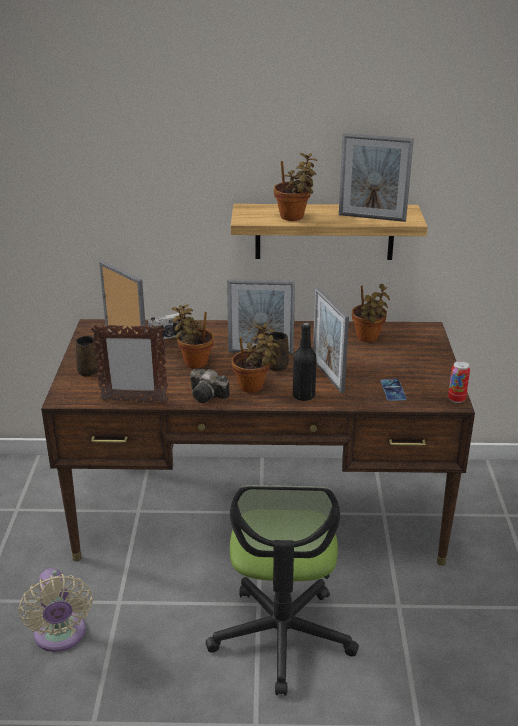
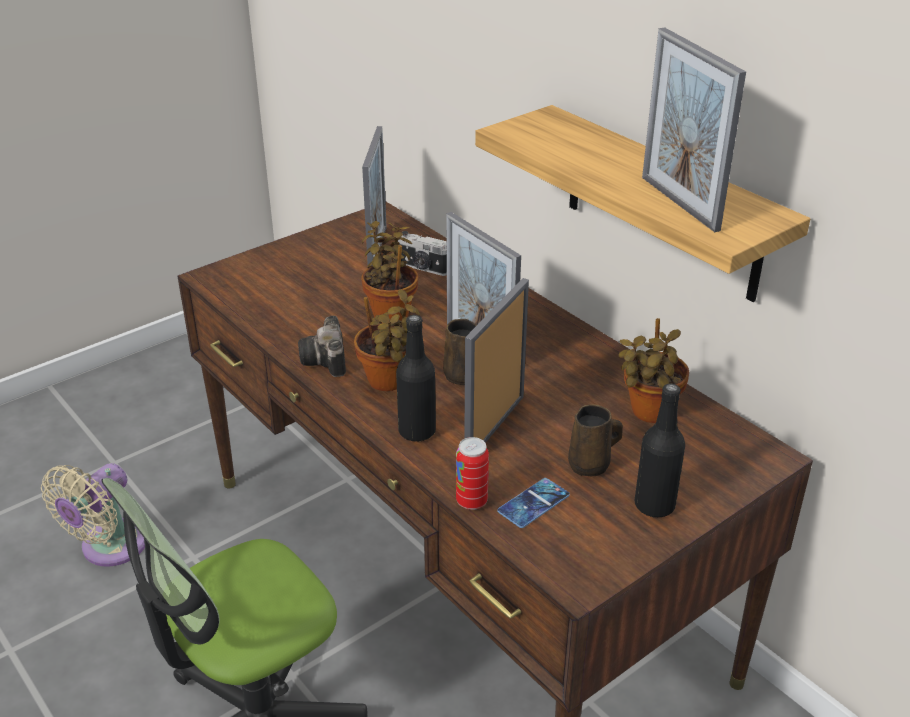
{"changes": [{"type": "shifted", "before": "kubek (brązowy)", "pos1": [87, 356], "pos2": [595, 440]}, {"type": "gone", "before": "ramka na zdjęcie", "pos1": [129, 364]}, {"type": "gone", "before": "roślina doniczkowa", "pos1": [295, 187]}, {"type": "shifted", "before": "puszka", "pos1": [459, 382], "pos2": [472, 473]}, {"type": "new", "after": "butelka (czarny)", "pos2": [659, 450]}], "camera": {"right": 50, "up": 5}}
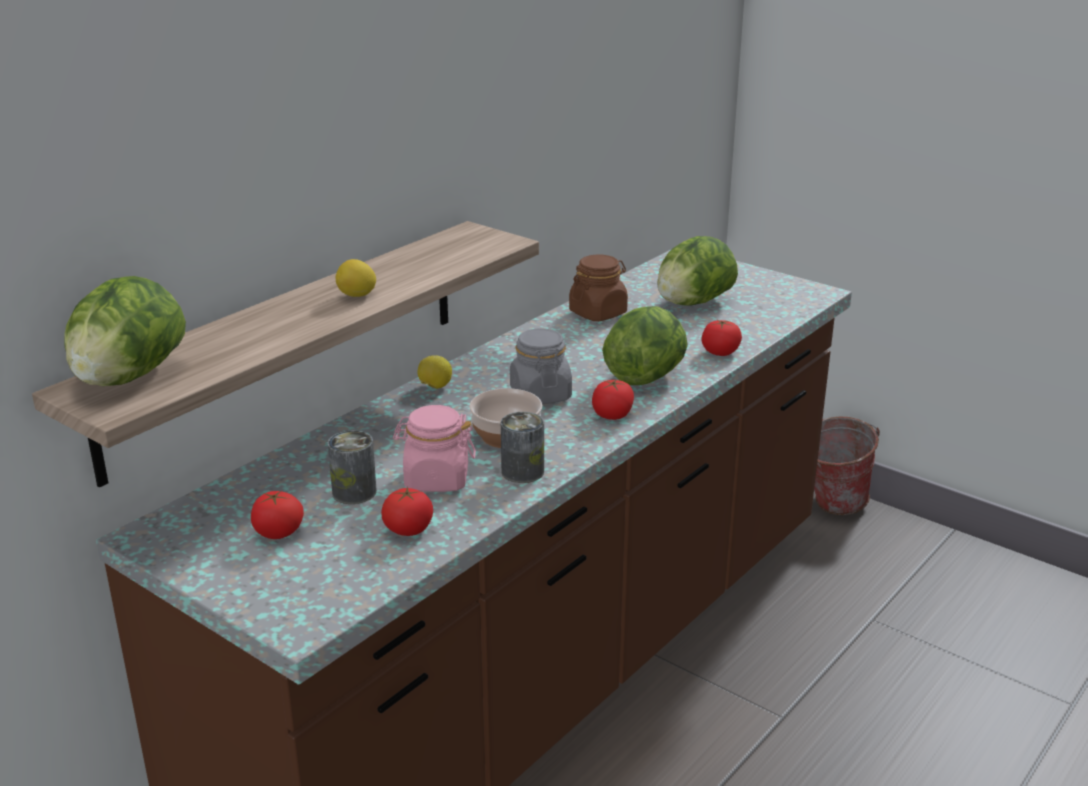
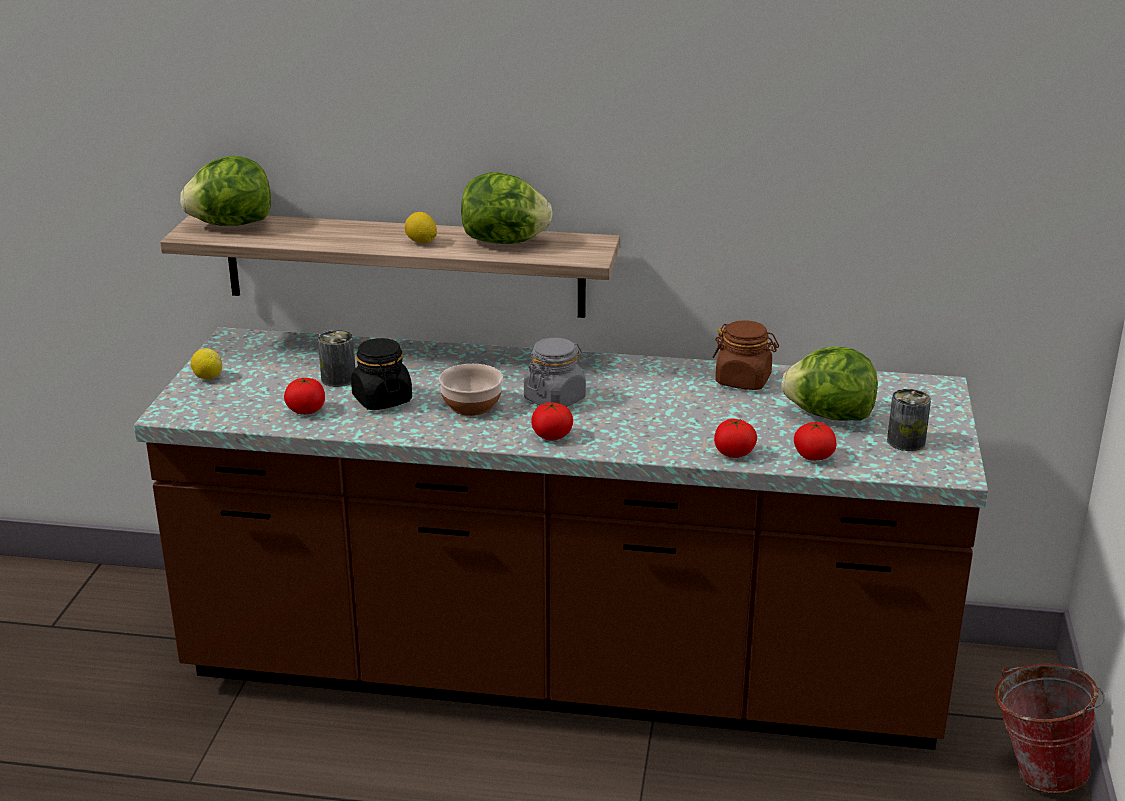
{"changes": [{"type": "shifted", "before": "pomidor", "pos1": [277, 514], "pos2": [815, 440]}, {"type": "repainted", "before": "słoik (różowy)", "after": "słoik (czarny)", "pos1": [434, 448], "pos2": [381, 374]}, {"type": "shifted", "before": "cytryna", "pos1": [435, 372], "pos2": [206, 364]}, {"type": "shifted", "before": "puszka", "pos1": [522, 447], "pos2": [909, 420]}, {"type": "shifted", "before": "sałata", "pos1": [644, 345], "pos2": [507, 208]}], "camera": {"right": 60, "up": 0}}
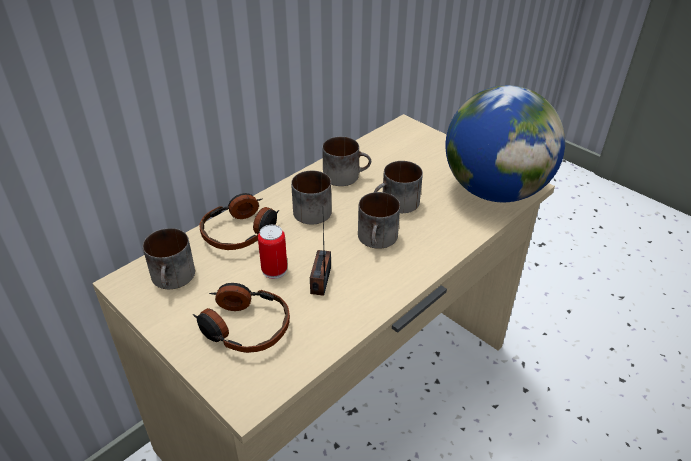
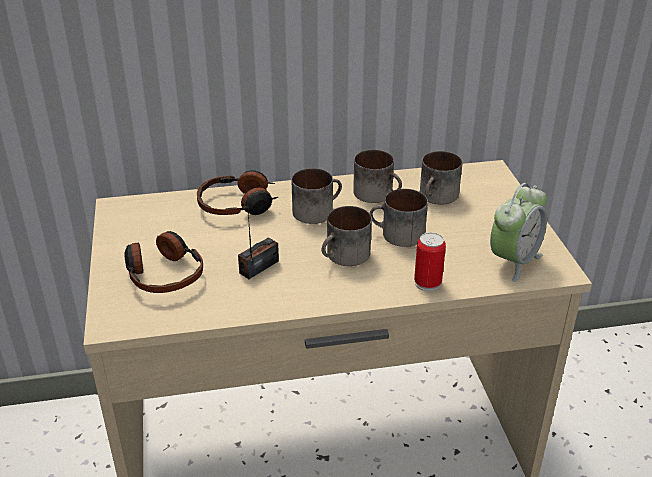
{"changes": [{"type": "shifted", "before": "kubek", "pos1": [169, 258], "pos2": [441, 178]}, {"type": "shifted", "before": "puszka", "pos1": [272, 252], "pos2": [430, 261]}, {"type": "swapped", "before": "globus", "after": "budzik", "pos1": [505, 143], "pos2": [518, 232]}], "camera": {"right": 35, "up": -5}}
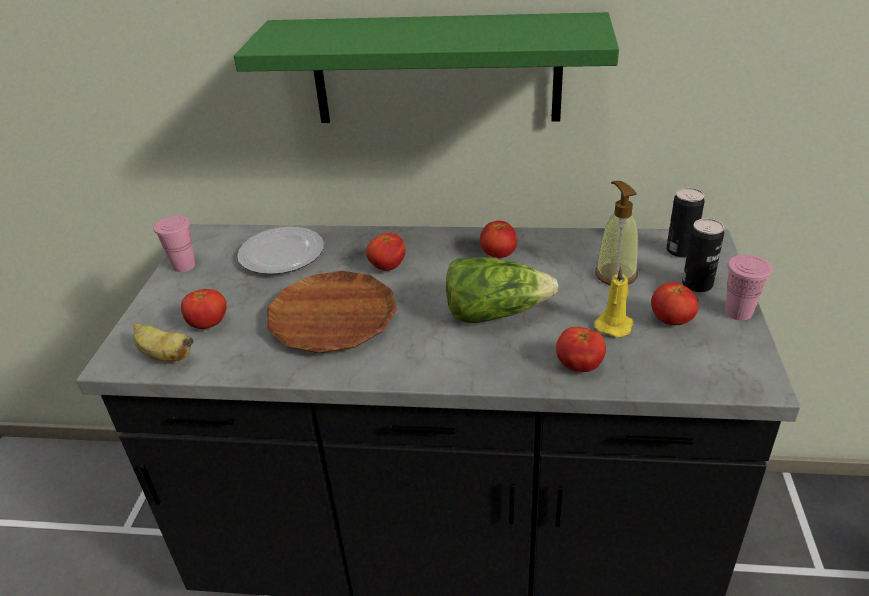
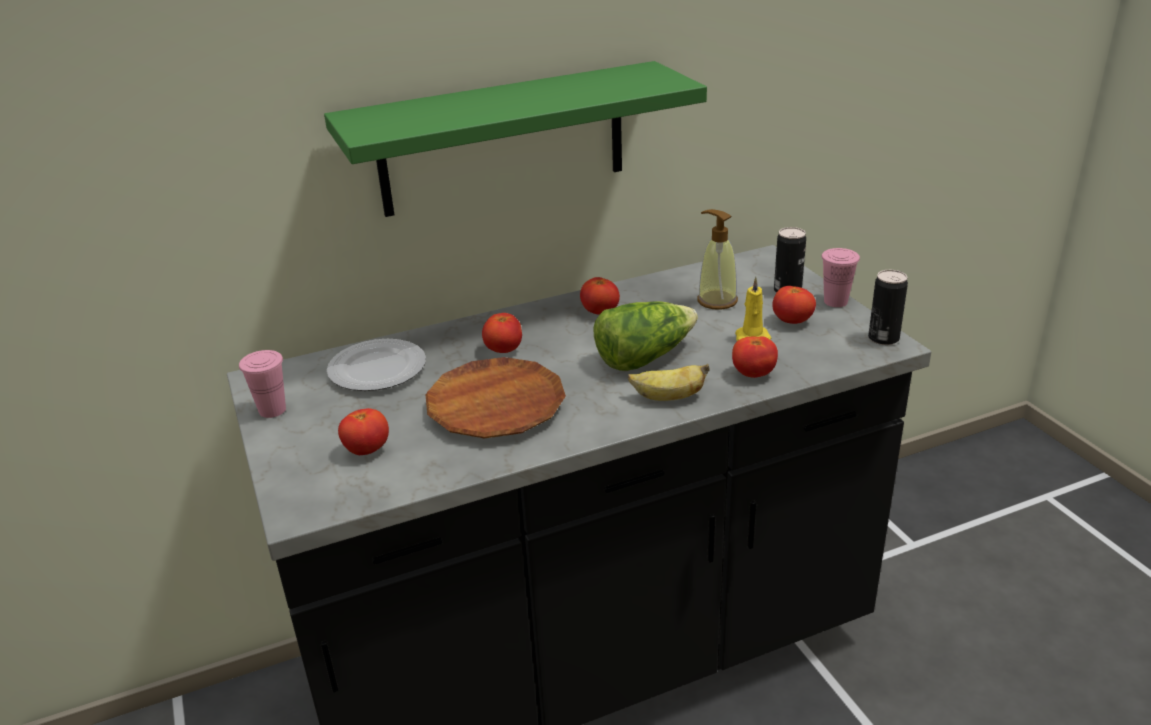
{"changes": [{"type": "shifted", "before": "banan", "pos1": [164, 342], "pos2": [669, 382]}, {"type": "shifted", "before": "puszka", "pos1": [685, 223], "pos2": [888, 307]}], "camera": {"right": -30, "up": -5}}
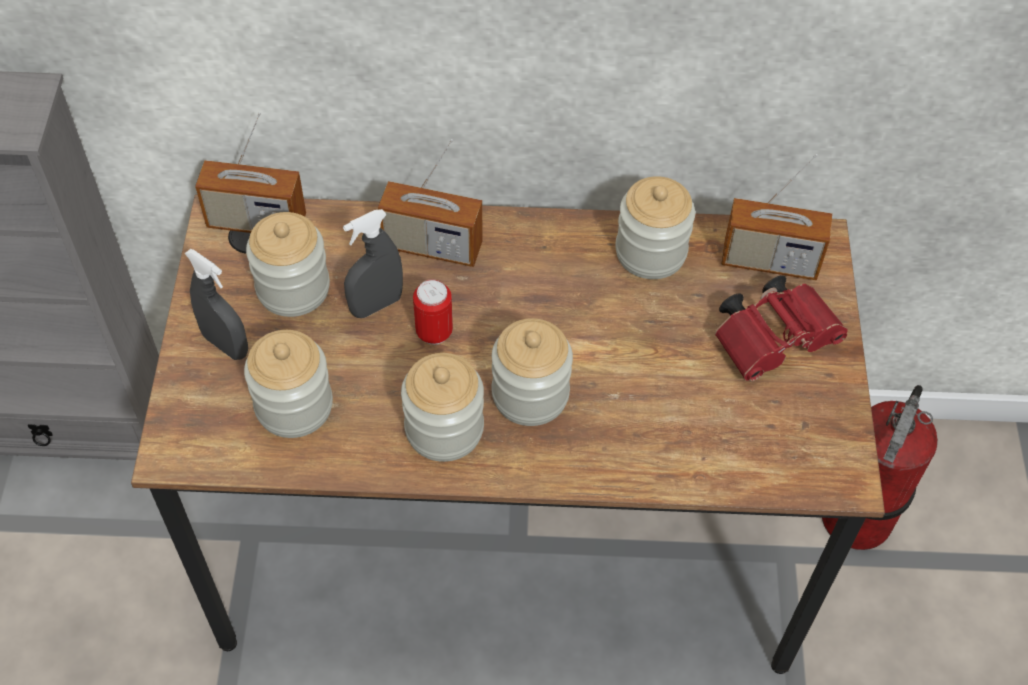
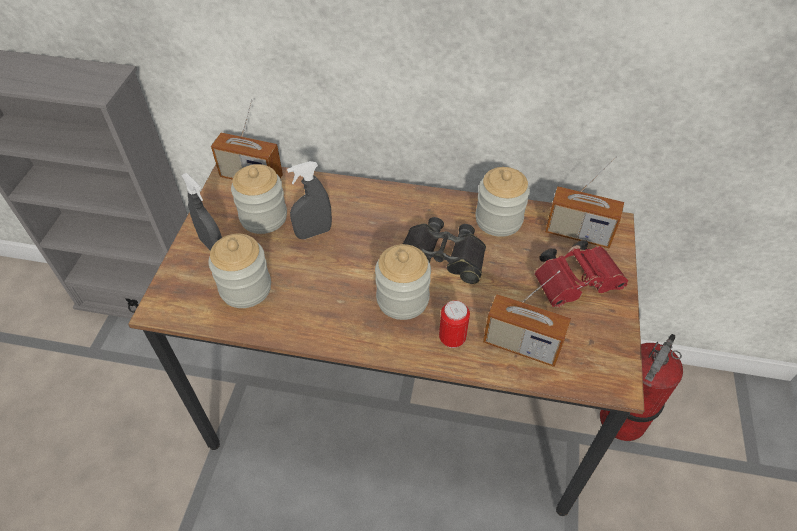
{"changes": [{"type": "shifted", "before": "radio", "pos1": [430, 203], "pos2": [527, 319]}, {"type": "gone", "before": "słoik", "pos1": [442, 407]}, {"type": "shifted", "before": "puszka", "pos1": [433, 312], "pos2": [454, 324]}, {"type": "new", "after": "lornetka (czarny)", "pos2": [444, 250]}], "camera": {"right": 10, "up": -5}}
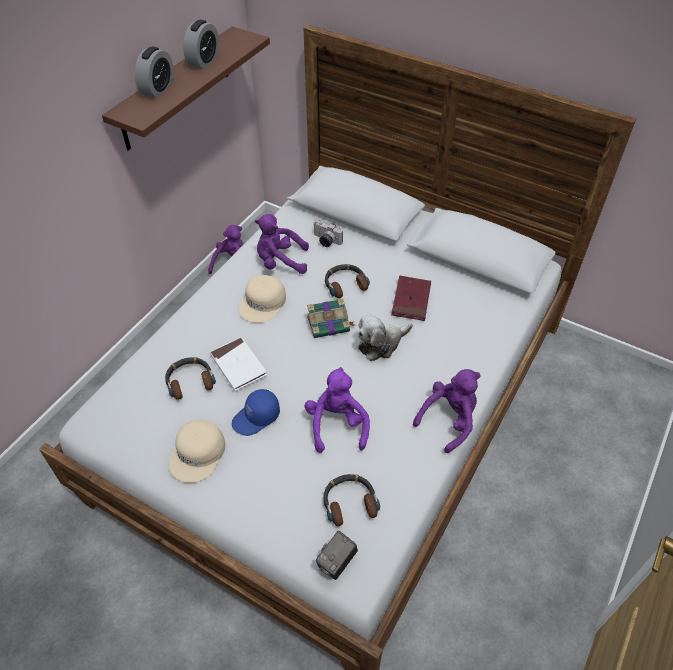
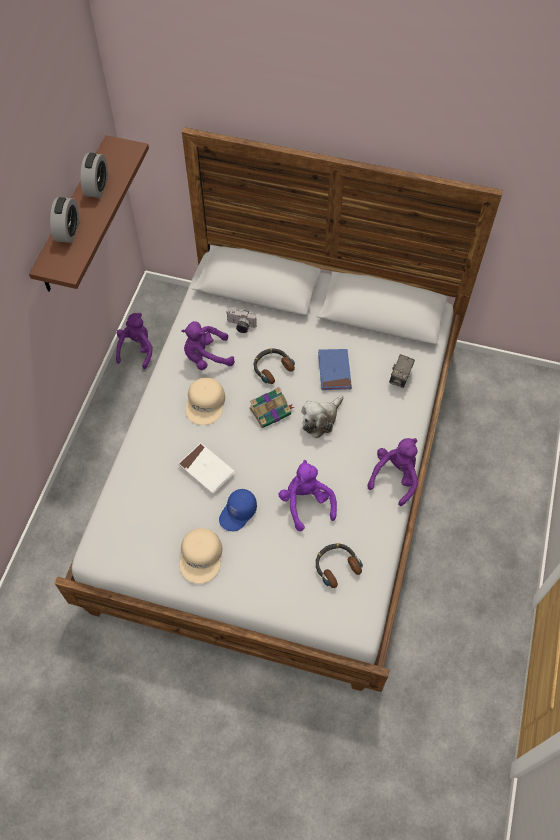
{"changes": [{"type": "gone", "before": "słuchawki", "pos1": [190, 378]}, {"type": "shifted", "before": "aparat fotograficzny", "pos1": [337, 555], "pos2": [402, 371]}, {"type": "repainted", "before": "książka (czerwony)", "after": "książka (niebieski)", "pos1": [411, 298], "pos2": [335, 369]}], "camera": {"right": -15, "up": 10}}
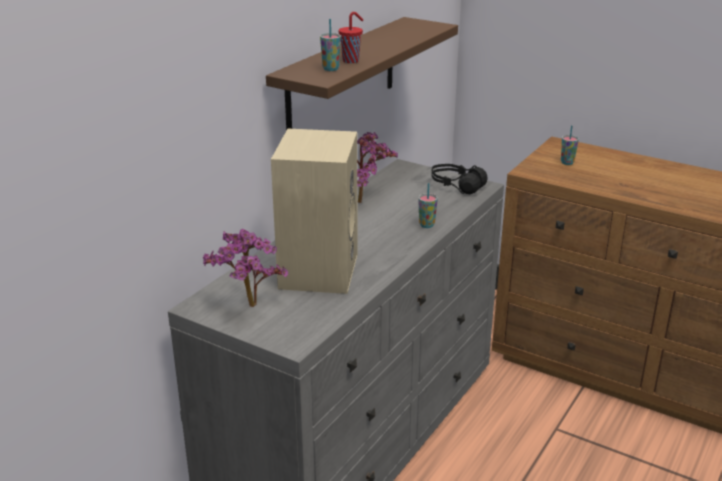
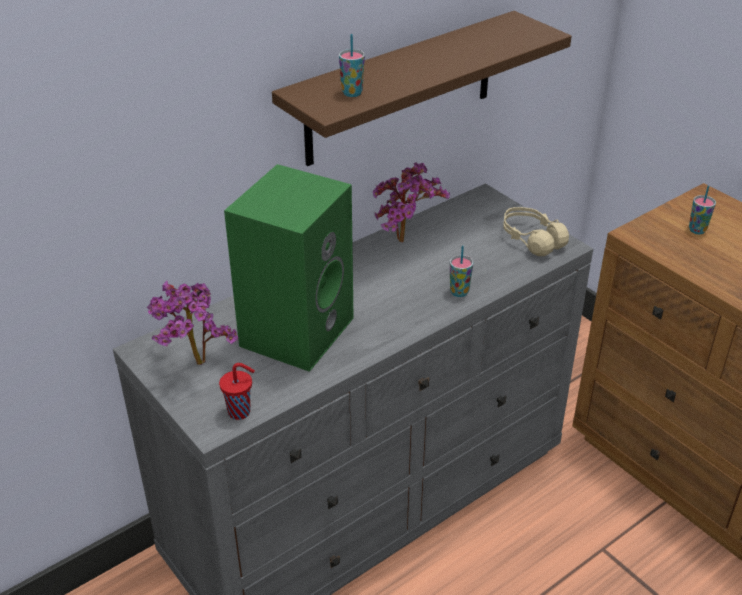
{"changes": [{"type": "repainted", "before": "głośnik (beżowy)", "after": "głośnik (zielony)", "pos1": [314, 211], "pos2": [289, 268]}, {"type": "shifted", "before": "filiżanka (czerwony)", "pos1": [351, 37], "pos2": [237, 391]}, {"type": "repainted", "before": "słuchawki (czarny)", "after": "słuchawki (beżowy)", "pos1": [459, 179], "pos2": [536, 231]}], "camera": {"right": 20, "up": 10}}
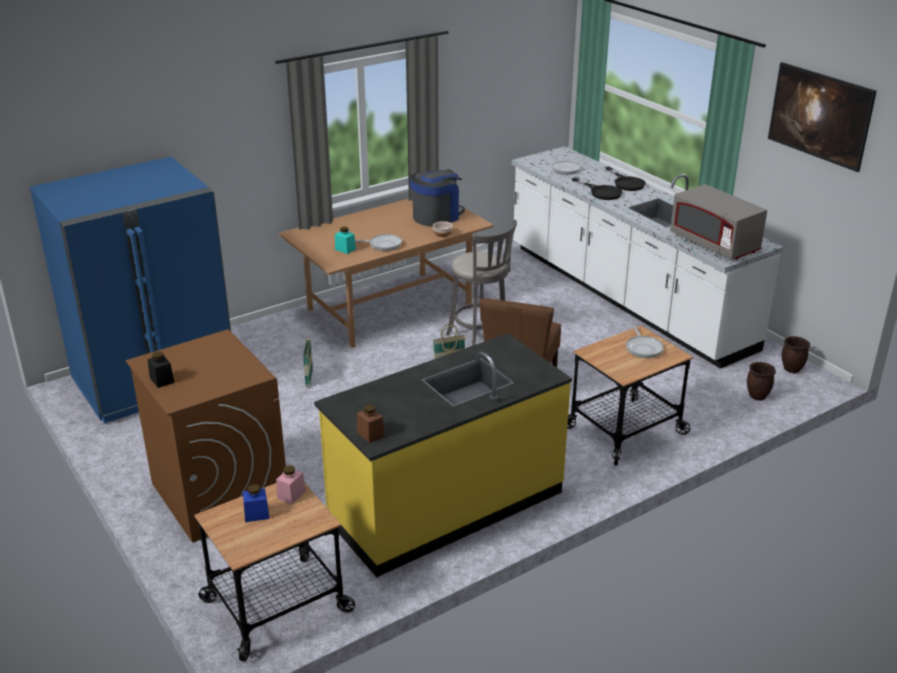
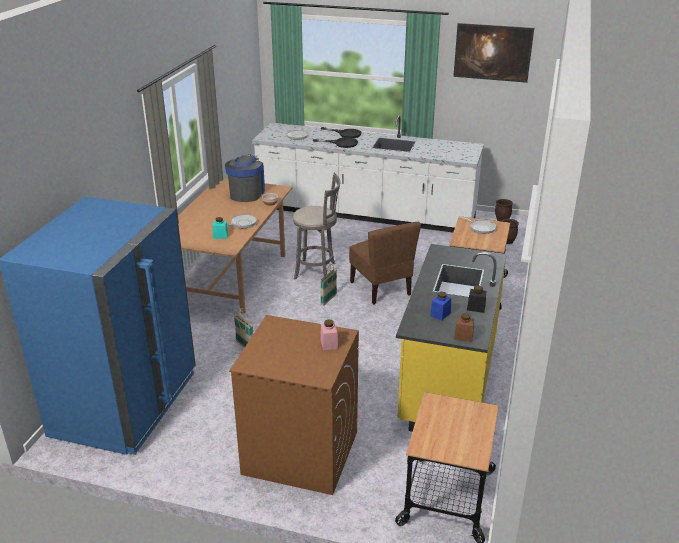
{"changes": [{"type": "shifted", "before": "słoik (czarny)", "pos1": [161, 369], "pos2": [476, 299]}, {"type": "shifted", "before": "słoik (niebieski)", "pos1": [256, 503], "pos2": [440, 306]}, {"type": "shifted", "before": "słoik (różowy)", "pos1": [291, 484], "pos2": [329, 334]}, {"type": "gone", "before": "mikrofalówka (szary)", "pos1": [718, 222]}], "camera": {"right": -40, "up": 0}}
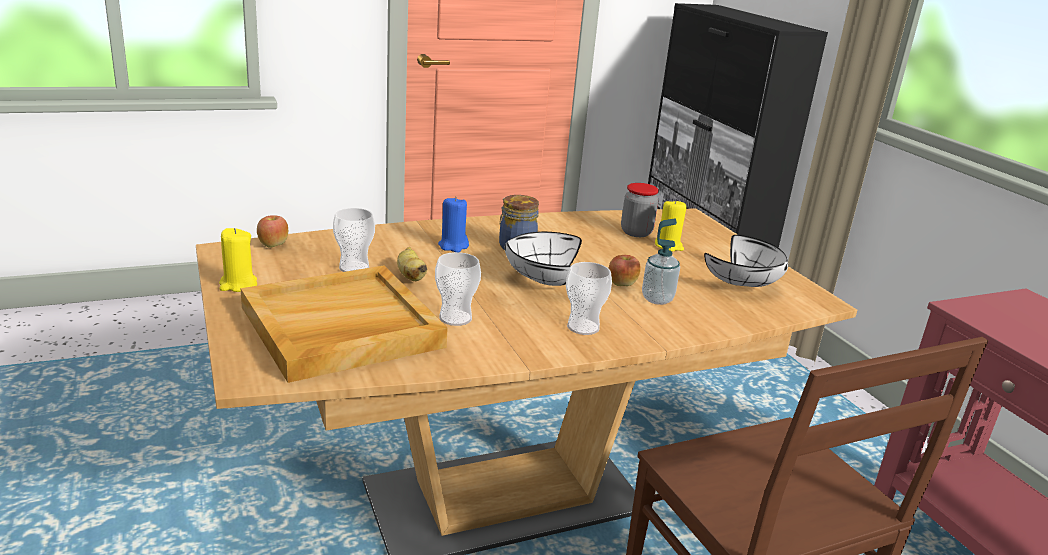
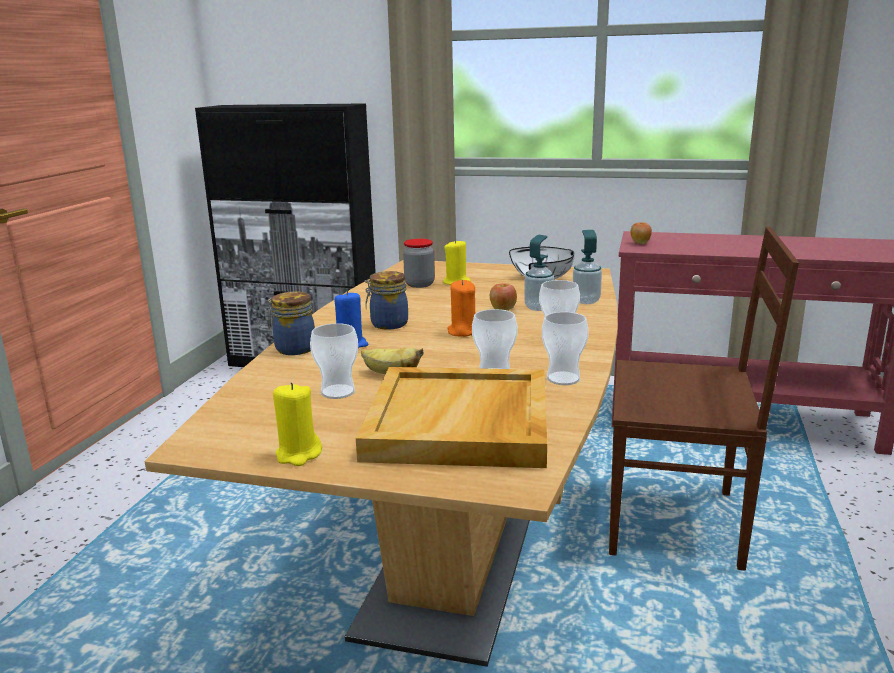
{"changes": [{"type": "shifted", "before": "jabłko", "pos1": [272, 231], "pos2": [641, 233]}, {"type": "swapped", "before": "miska (biały)", "after": "świeca (pomarańczowy)", "pos1": [543, 259], "pos2": [461, 308]}, {"type": "new", "after": "słoik", "pos2": [291, 323]}, {"type": "new", "after": "filiżanka", "pos2": [565, 348]}, {"type": "new", "after": "dozownik mydła", "pos2": [587, 267]}], "camera": {"right": -50, "up": -5}}
